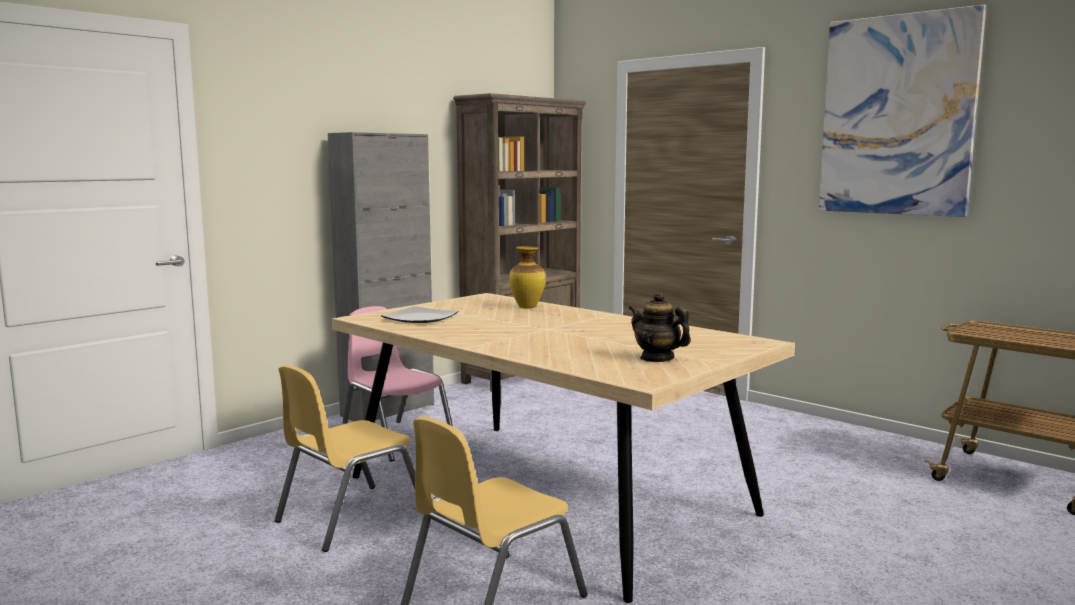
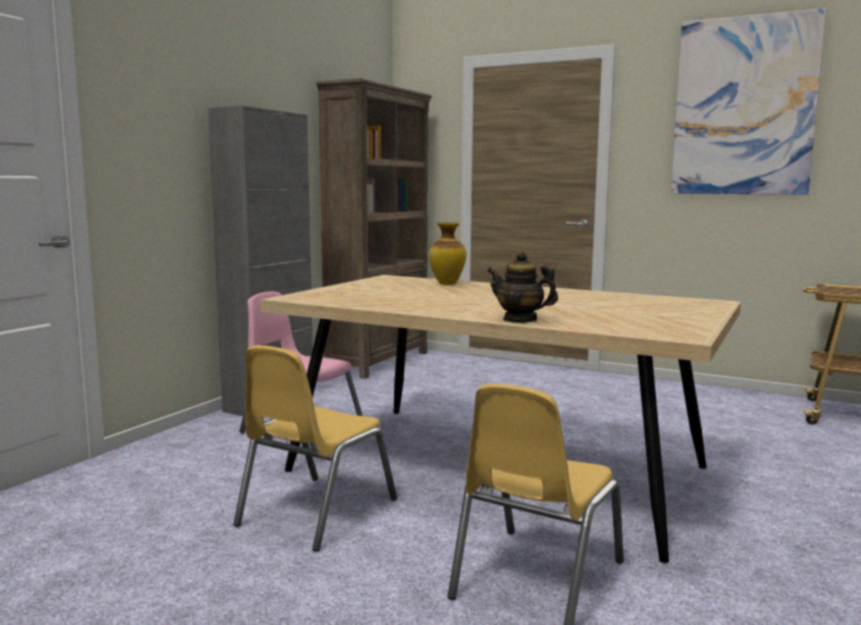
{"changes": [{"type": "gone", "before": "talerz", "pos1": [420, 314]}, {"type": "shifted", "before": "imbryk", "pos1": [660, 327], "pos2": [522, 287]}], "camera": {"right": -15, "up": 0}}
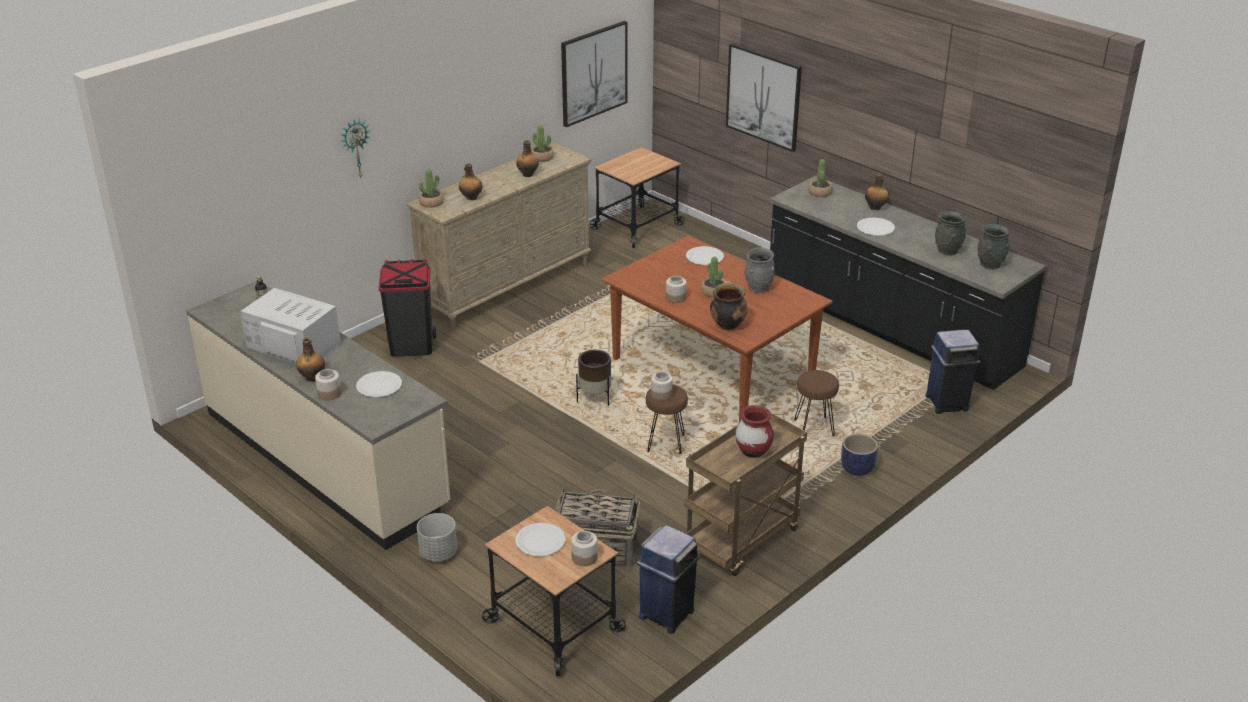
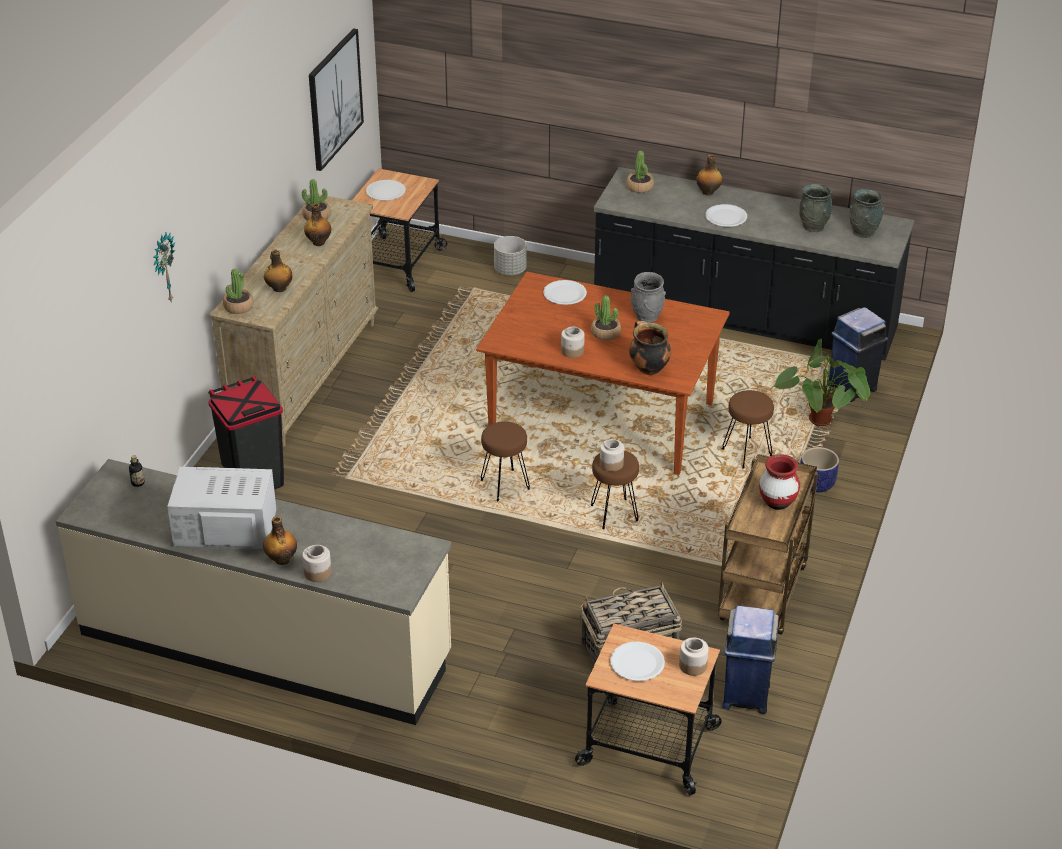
{"changes": [{"type": "shifted", "before": "talerz (biały)", "pos1": [379, 384], "pos2": [386, 190]}, {"type": "shifted", "before": "donica (szary)", "pos1": [437, 537], "pos2": [510, 255]}, {"type": "swapped", "before": "donica (brązowy)", "after": "stołek (brązowy)", "pos1": [593, 378], "pos2": [505, 461]}, {"type": "gone", "before": "obraz", "pos1": [764, 97]}, {"type": "new", "after": "roślina doniczkowa", "pos2": [821, 382]}], "camera": {"right": -25, "up": 5}}
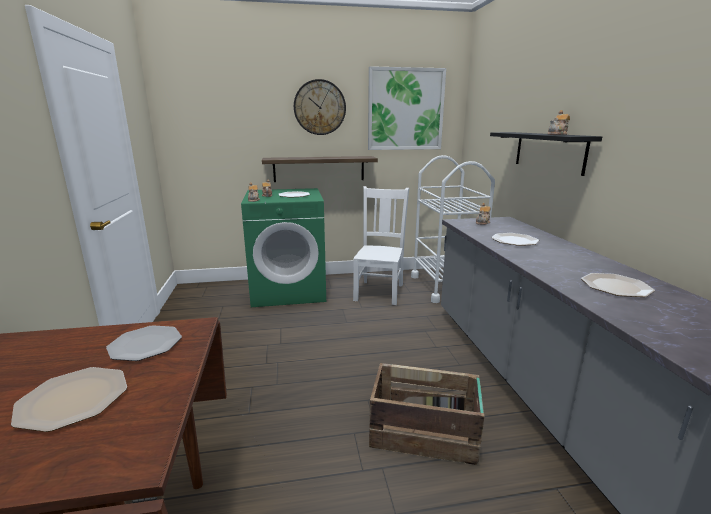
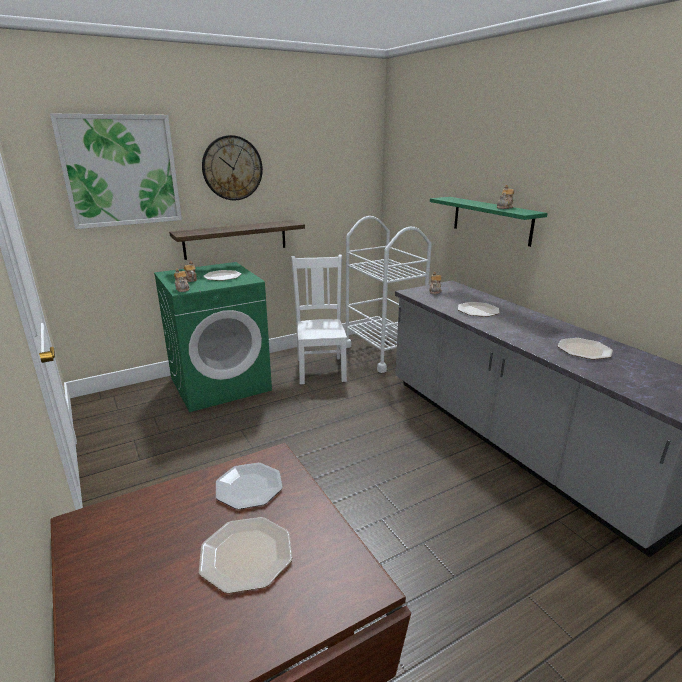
{"changes": [{"type": "shifted", "before": "obraz", "pos1": [407, 108], "pos2": [116, 171]}, {"type": "gone", "before": "skrzynka", "pos1": [426, 414]}, {"type": "repainted", "before": "półka (czarny)", "after": "półka (zielony)", "pos1": [546, 154], "pos2": [489, 222]}], "camera": {"right": -20, "up": 5}}
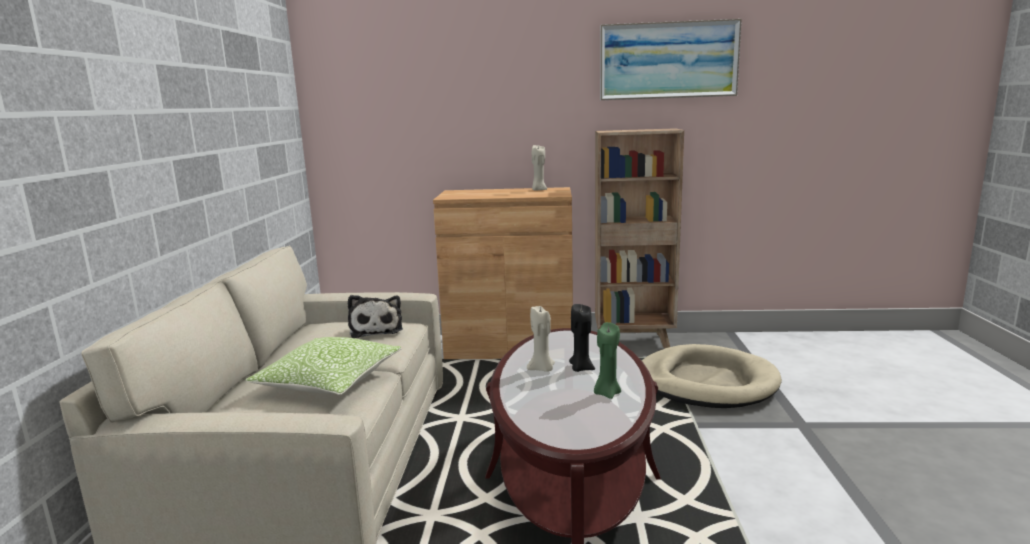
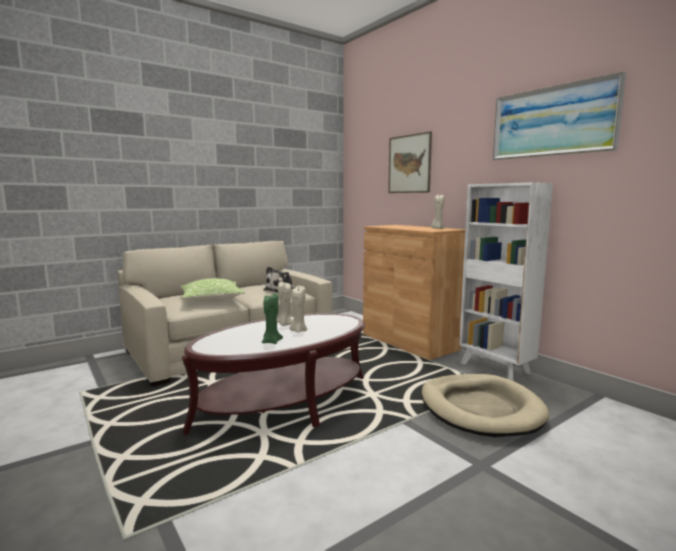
{"changes": [{"type": "repainted", "before": "świeca (czarny)", "after": "świeca (beżowy)", "pos1": [582, 338], "pos2": [298, 309]}, {"type": "repainted", "before": "regał (brązowy)", "after": "regał (biały)", "pos1": [639, 238], "pos2": [506, 281]}, {"type": "new", "after": "obraz", "pos2": [410, 162]}], "camera": {"right": 50, "up": -5}}
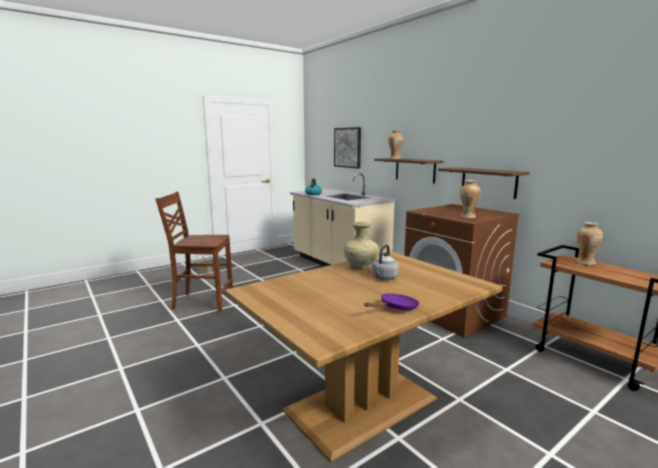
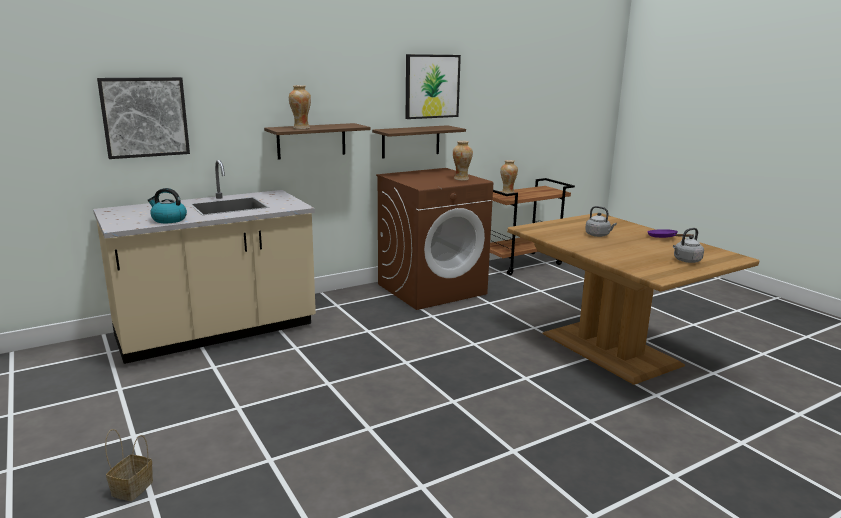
{"changes": [{"type": "gone", "before": "krzesło (brązowy)", "pos1": [194, 251]}, {"type": "gone", "before": "wazon (beżowy)", "pos1": [361, 245]}, {"type": "new", "after": "obraz", "pos2": [433, 86]}, {"type": "new", "after": "czajnik (szary)", "pos2": [688, 245]}], "camera": {"right": -85, "up": 5}}
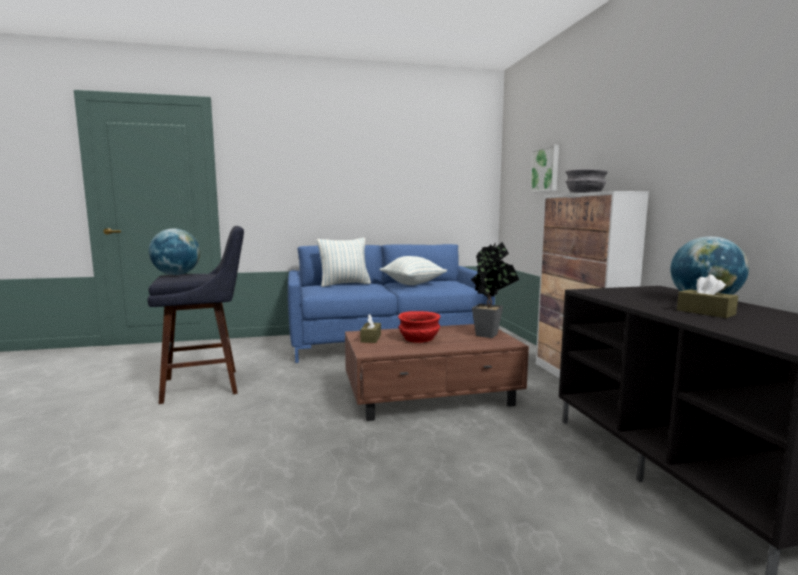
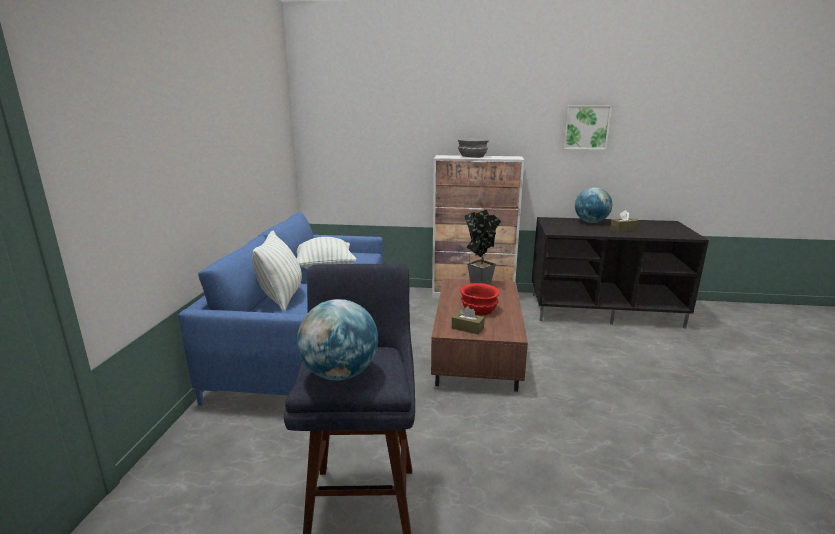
{"changes": [{"type": "shifted", "before": "obraz", "pos1": [544, 168], "pos2": [587, 128]}], "camera": {"right": -70, "up": 10}}
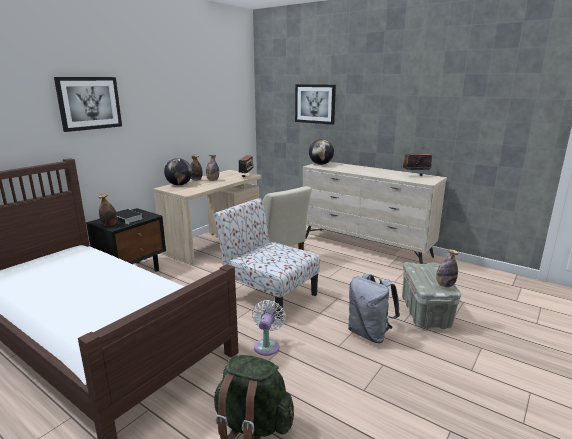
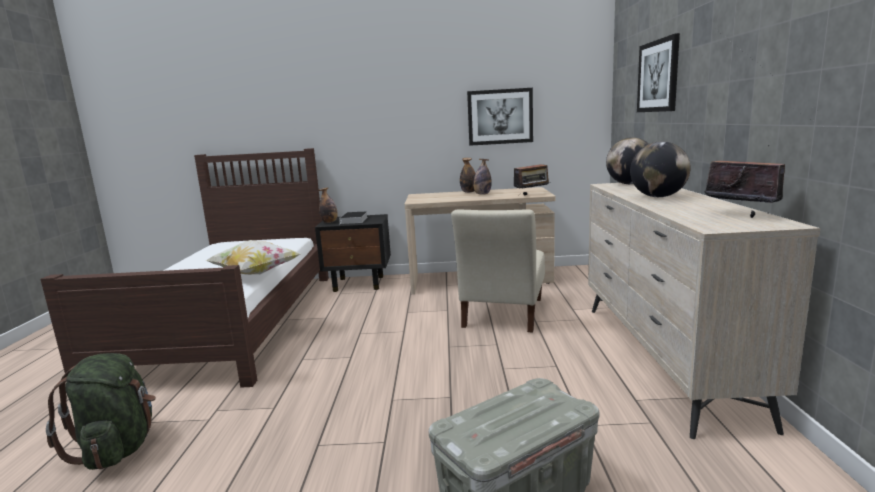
{"changes": [{"type": "shifted", "before": "obraz", "pos1": [88, 104], "pos2": [500, 117]}, {"type": "shifted", "before": "globus", "pos1": [178, 171], "pos2": [660, 169]}, {"type": "gone", "before": "krzesło", "pos1": [267, 258]}, {"type": "gone", "before": "wentylator (biały)", "pos1": [269, 328]}, {"type": "gone", "before": "plecak (szary)", "pos1": [374, 308]}, {"type": "gone", "before": "butelka", "pos1": [447, 268]}, {"type": "new", "after": "poduszka", "pos2": [253, 257]}], "camera": {"right": 55, "up": -5}}
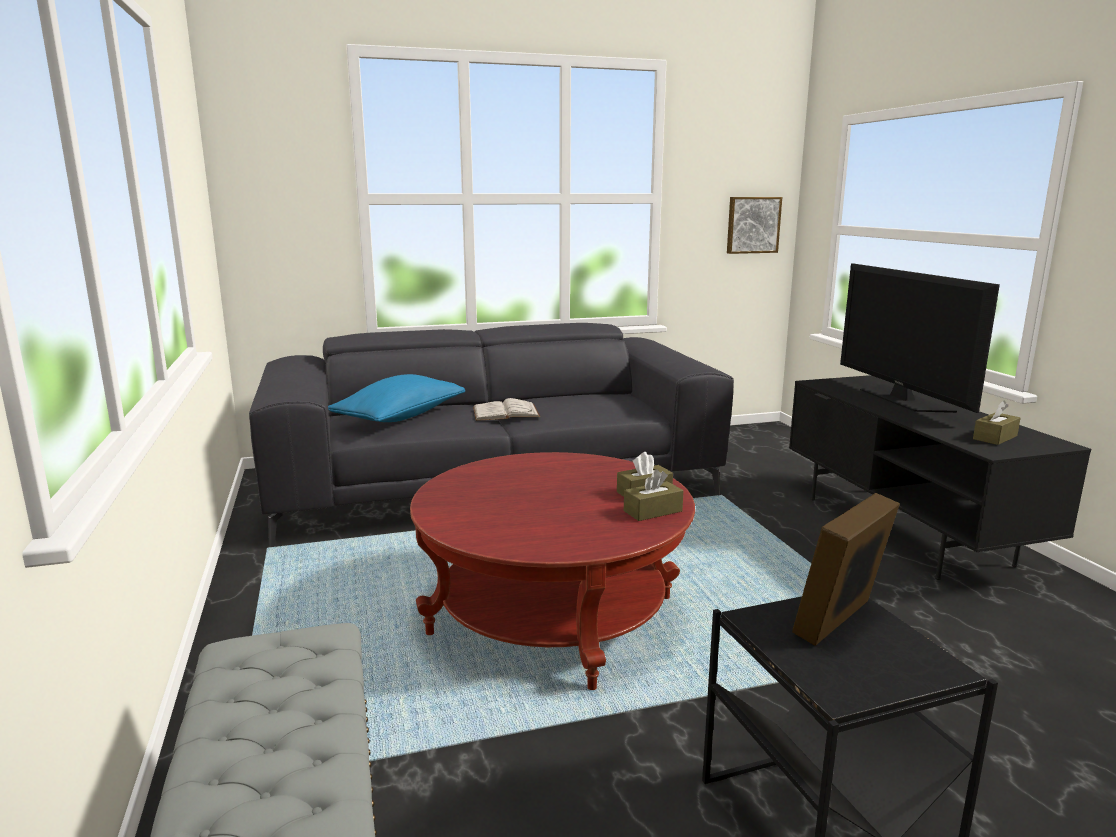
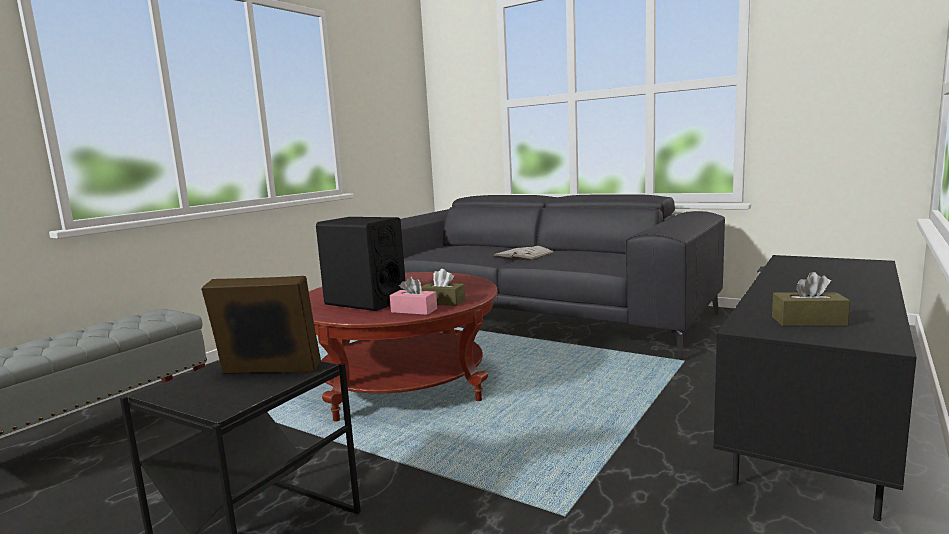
{"changes": [{"type": "gone", "before": "poduszka (niebieski)", "pos1": [396, 398]}, {"type": "repainted", "before": "pudełko chusteczek (brązowy)", "after": "pudełko chusteczek (różowy)", "pos1": [654, 495], "pos2": [413, 296]}, {"type": "gone", "before": "obraz", "pos1": [754, 225]}, {"type": "gone", "before": "telewizor", "pos1": [920, 338]}, {"type": "new", "after": "głośnik (czarny)", "pos2": [360, 264]}], "camera": {"right": 50, "up": -5}}
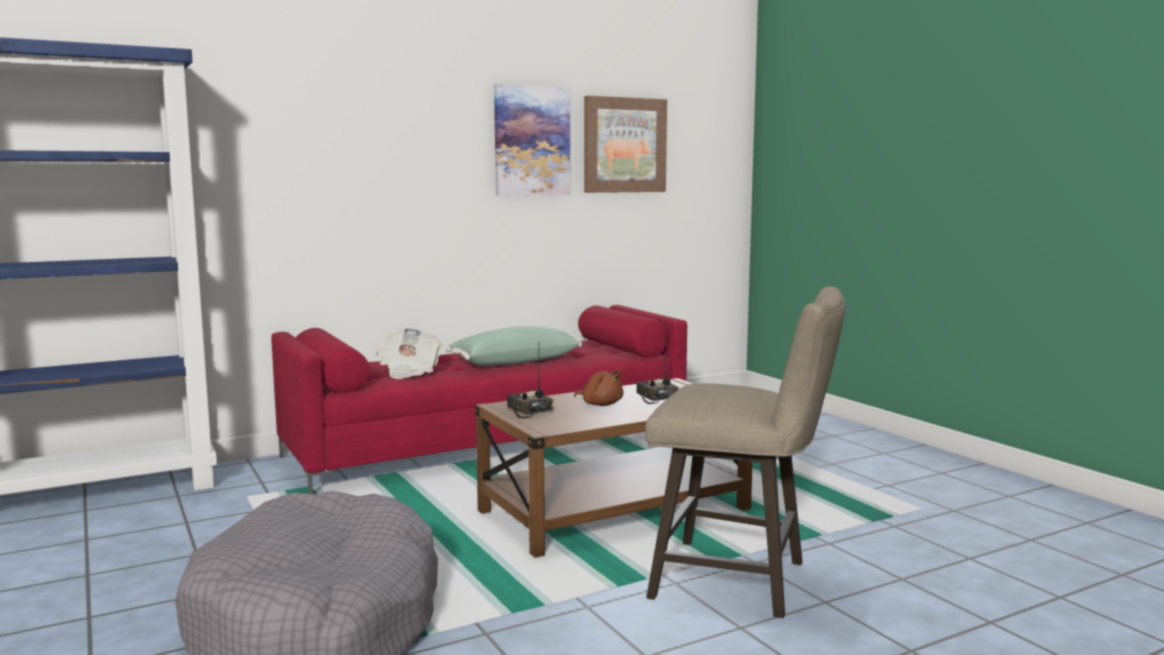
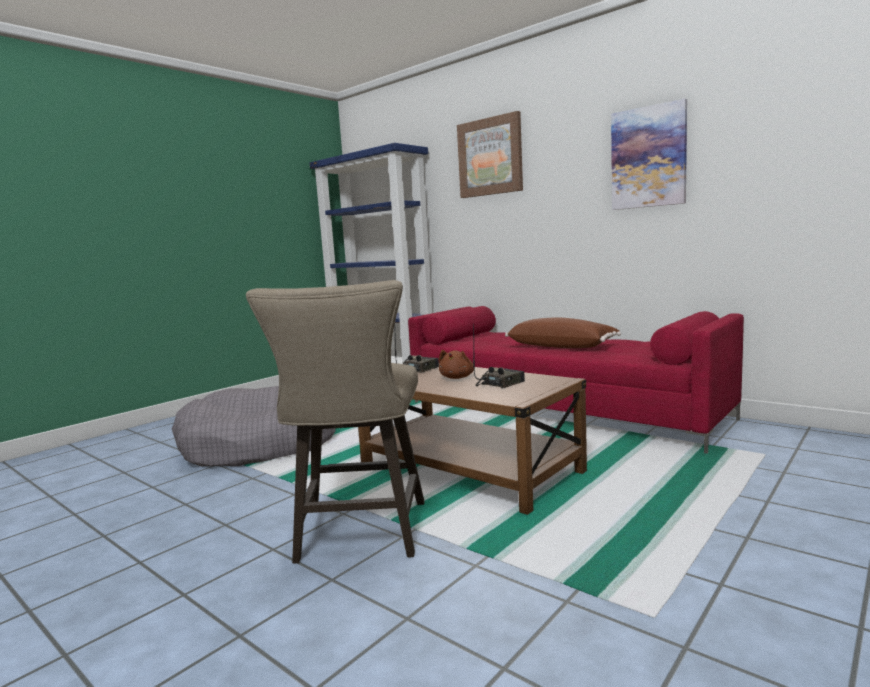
{"changes": [{"type": "gone", "before": "gazeta", "pos1": [409, 353]}, {"type": "repainted", "before": "poduszka (zielony)", "after": "poduszka (brązowy)", "pos1": [514, 346], "pos2": [563, 332]}, {"type": "shifted", "before": "obraz", "pos1": [625, 144], "pos2": [490, 154]}], "camera": {"right": 70, "up": 0}}
